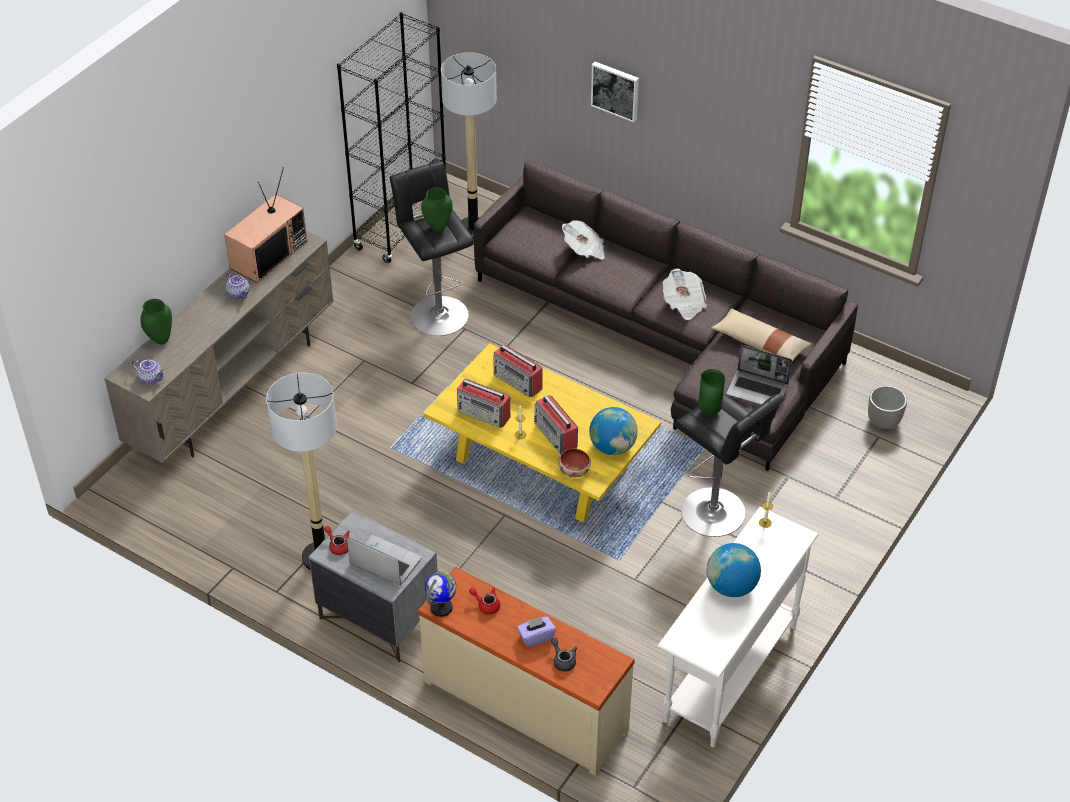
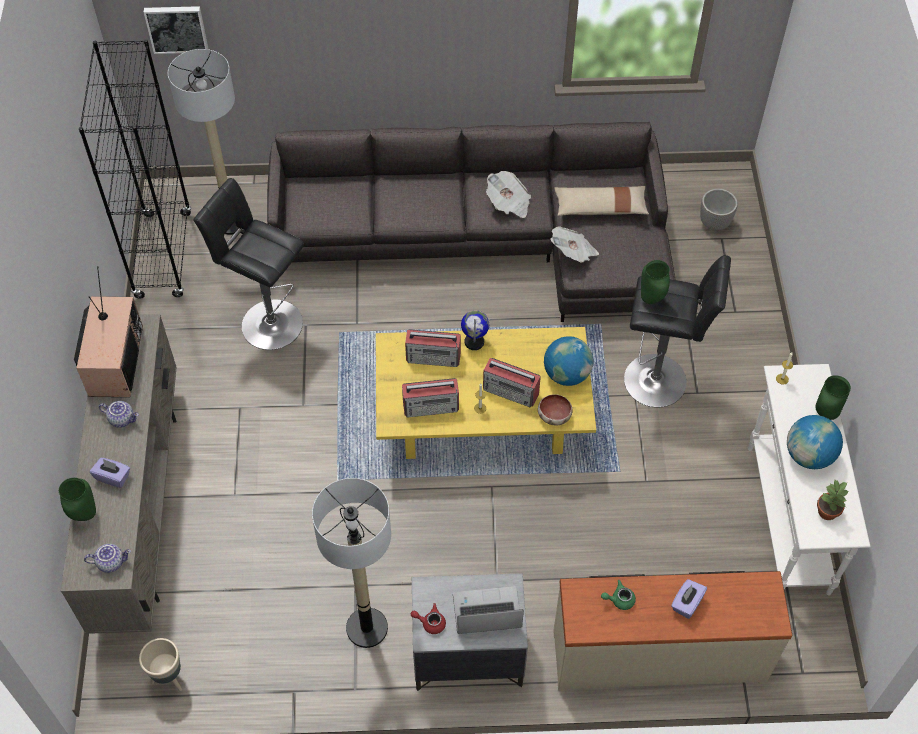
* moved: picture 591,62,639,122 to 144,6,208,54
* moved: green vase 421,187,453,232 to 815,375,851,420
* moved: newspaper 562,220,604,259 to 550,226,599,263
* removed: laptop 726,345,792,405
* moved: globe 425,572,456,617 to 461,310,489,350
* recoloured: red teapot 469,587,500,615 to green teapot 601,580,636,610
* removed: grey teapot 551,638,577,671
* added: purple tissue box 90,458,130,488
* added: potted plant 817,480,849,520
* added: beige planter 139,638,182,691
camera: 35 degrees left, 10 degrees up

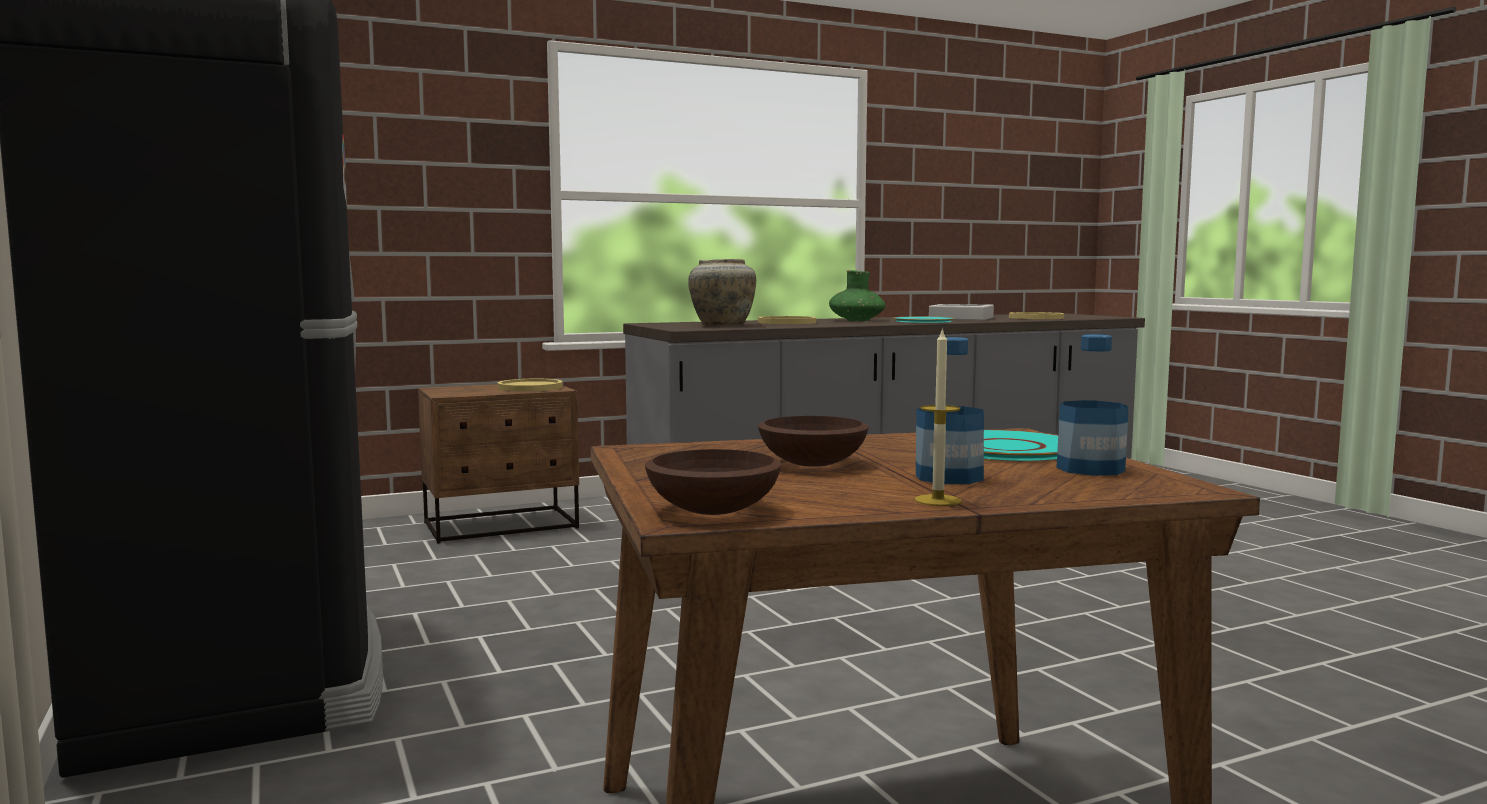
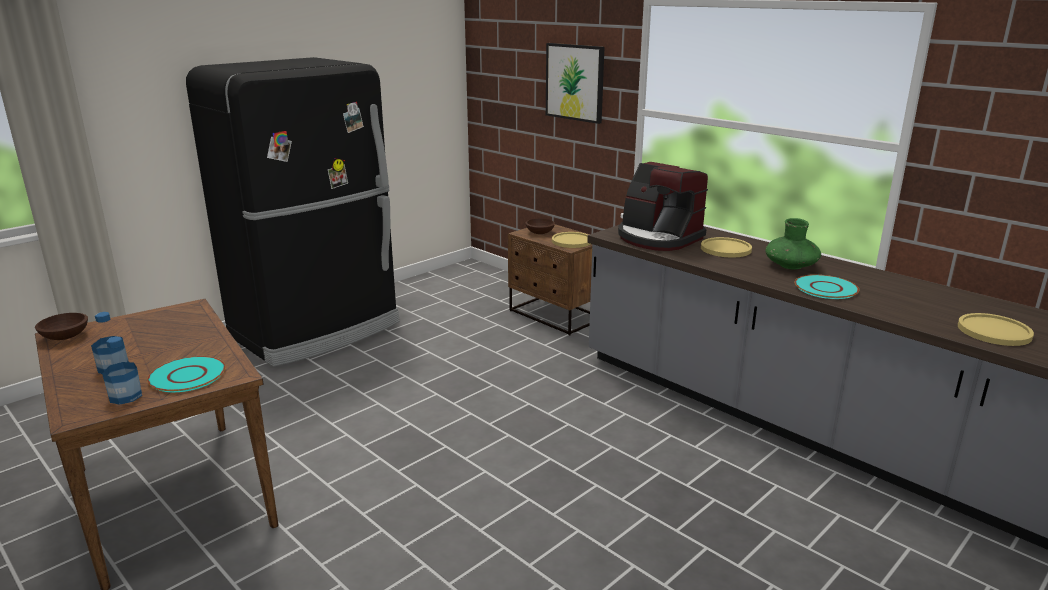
* replaced: beige vase 688,259,756,325 to coffee machine 618,162,708,251
* removed: grey tray 929,304,994,321
* removed: candle 915,327,961,506
* moved: brown bowl 758,416,869,467 to 526,219,555,234
* added: picture 546,43,605,124
camera: 70 degrees right, 15 degrees up

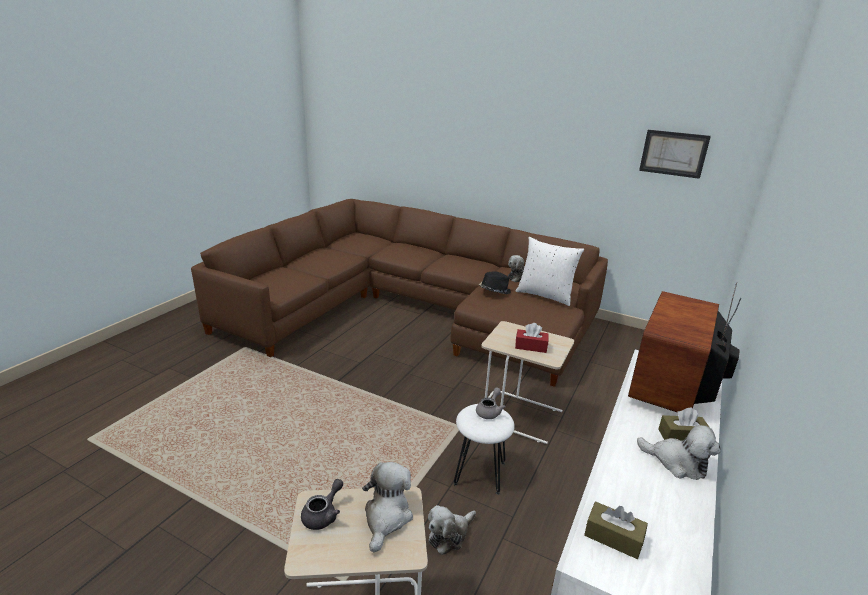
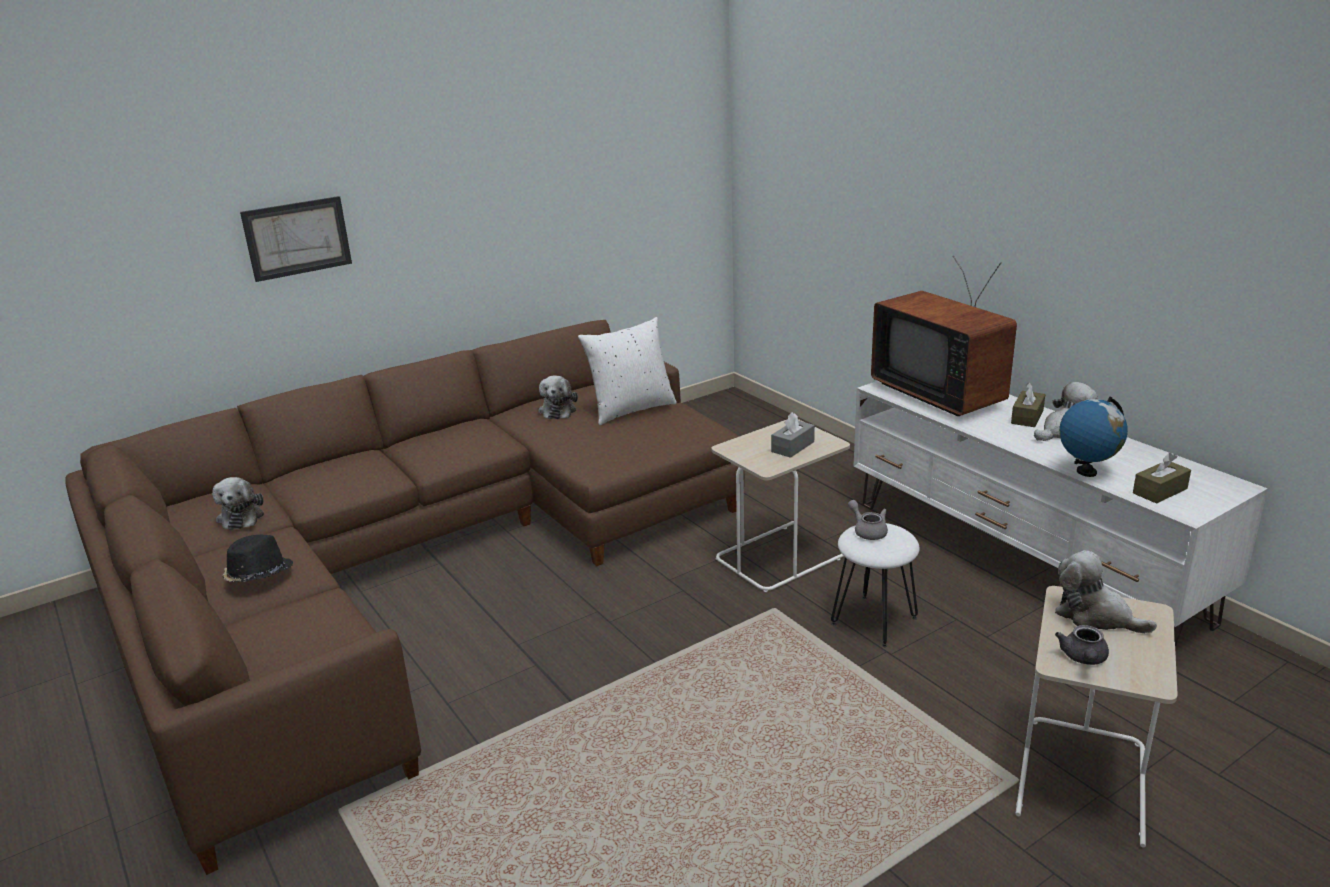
* moved: picture 639,130,711,179 to 240,196,352,282
* moved: black hat 479,271,511,294 to 222,534,293,582
* recoloured: red tissue box 515,323,549,353 to grey tissue box 771,412,815,458
* turned: grey teapot 301,479,343,530 = 1055,625,1109,665 135 degrees counterclockwise
* moved: plush toy 428,505,476,555 to 212,477,264,530
* added: globe 1059,396,1128,477
camera: 60 degrees left, 0 degrees up

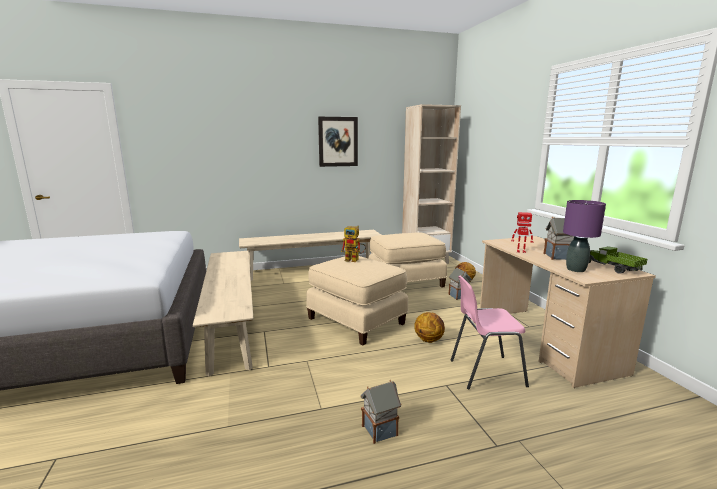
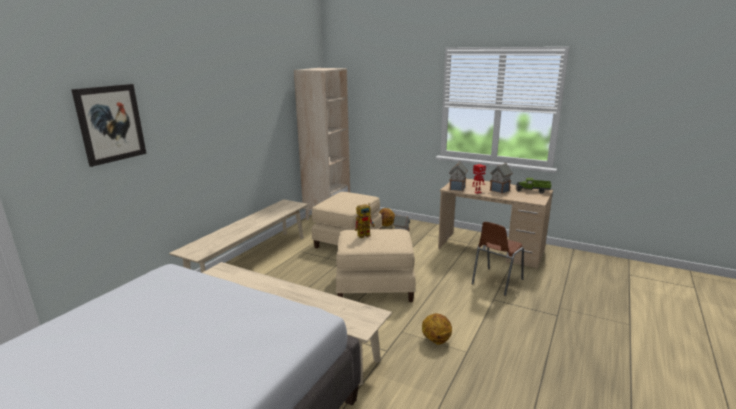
* moved: picture 318,117,358,167 to 71,84,146,167
* removed: purple table lamp 563,200,606,272
* recoloured: pink chair 451,276,529,390 to brown chair 472,222,524,296
* moved: basketball 414,312,445,343 to 422,313,452,345
* moved: toy house 360,380,402,444 to 449,161,468,192
camera: 45 degrees left, 5 degrees up

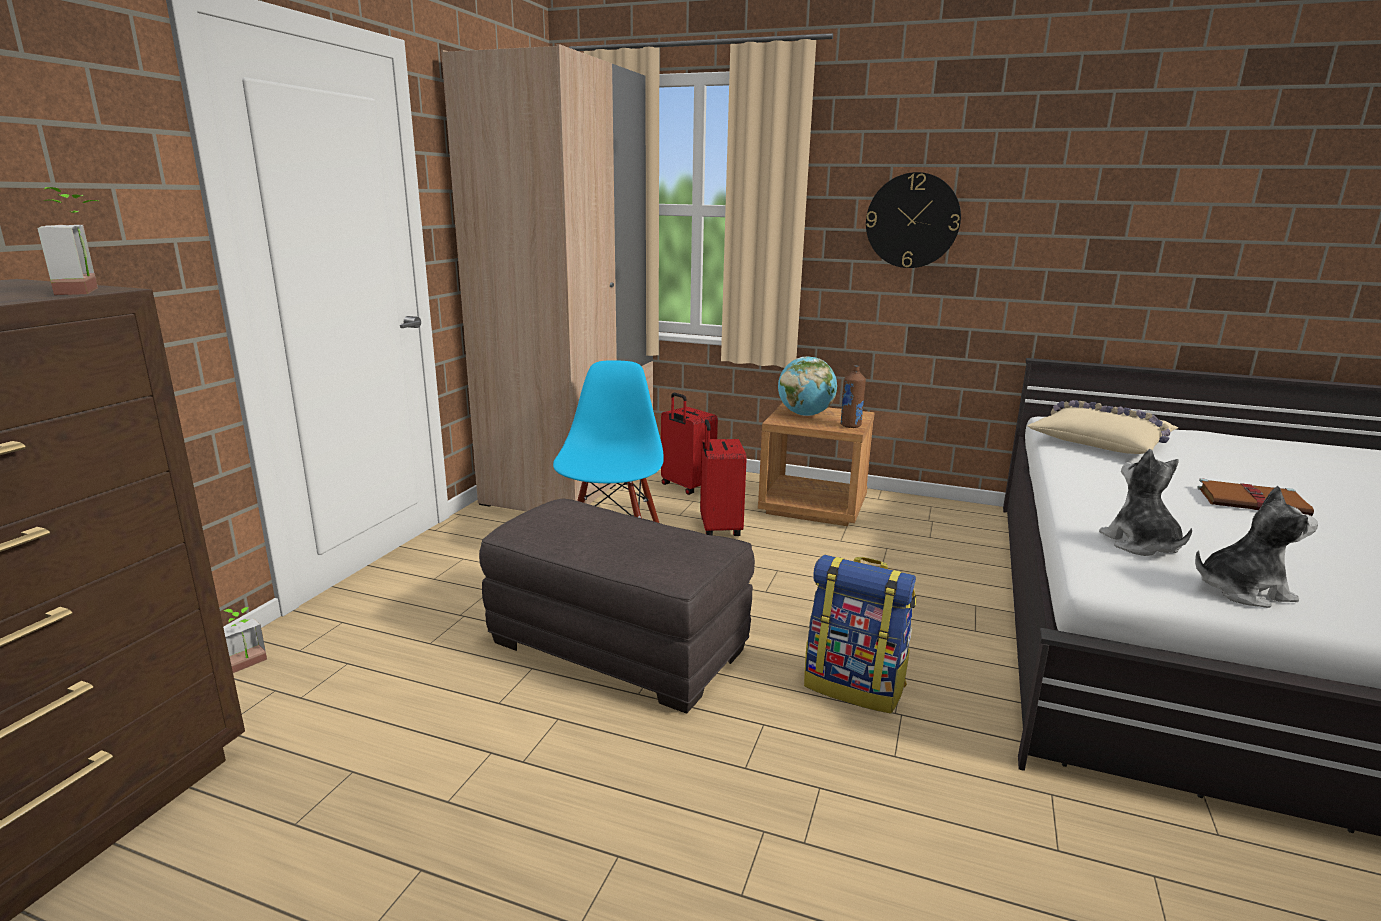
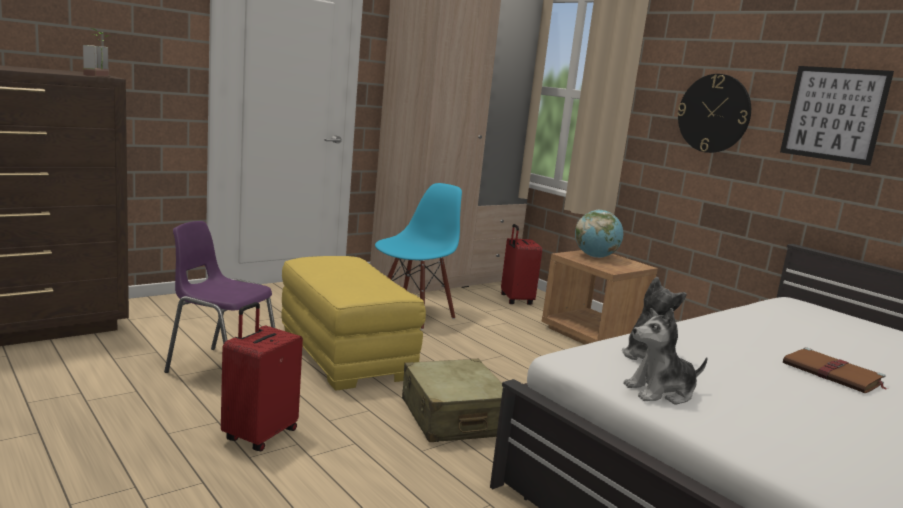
* removed: brown bottle 840,365,866,428
* removed: beige pillow 1027,400,1178,454
* moved: red suitcase 700,419,747,536 to 221,302,303,451
* turned: plush toy 1195,486,1318,608 = 623,308,708,404 135 degrees clockwise
* recoloured: grey ottoman 479,498,755,714 to yellow ottoman 281,256,426,391
* replaced: backpack 804,555,916,714 to beige suitcase 402,359,503,442
* removed: potted plant 224,607,267,673
* added: picture 780,66,894,166
* added: purple chair 164,221,275,373
camera: 30 degrees right, 5 degrees down

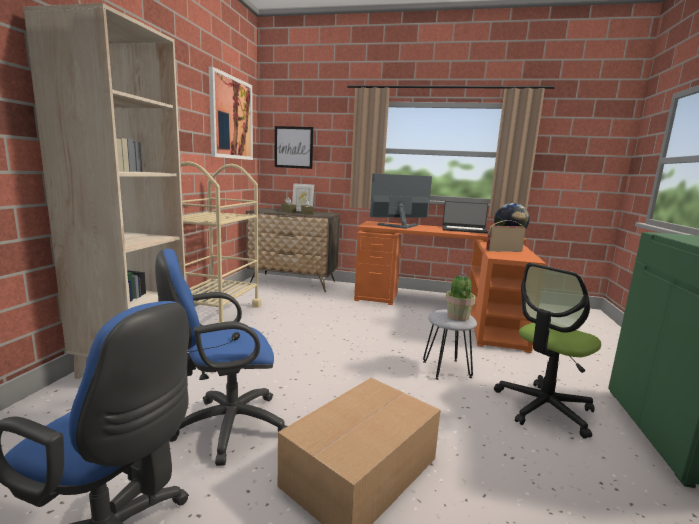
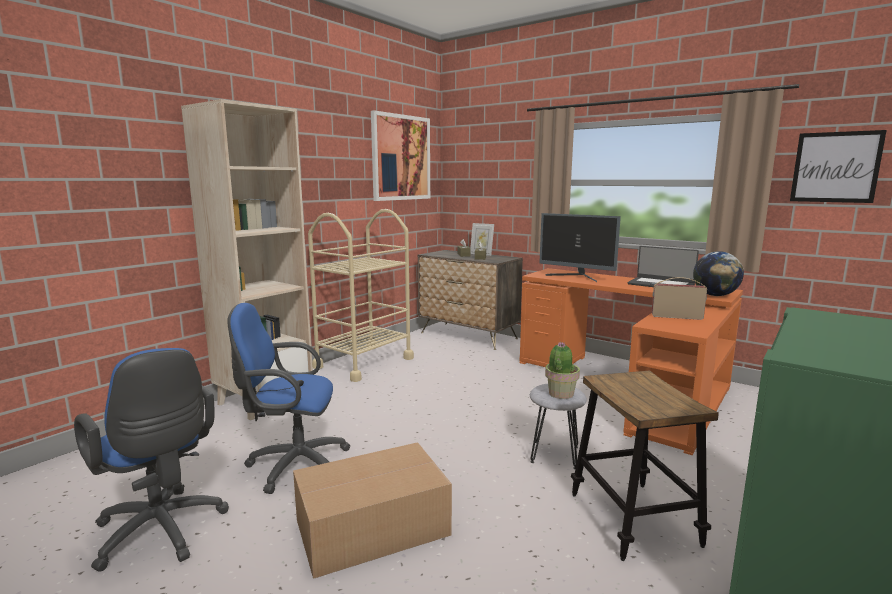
* moved: picture 275,126,313,169 to 790,130,887,203
* turned: monitor 370,174,432,229 = 540,213,621,282 150 degrees counterclockwise
* replaced: office chair 494,263,601,439 to stool 571,370,719,561
camera: 25 degrees right, 0 degrees up

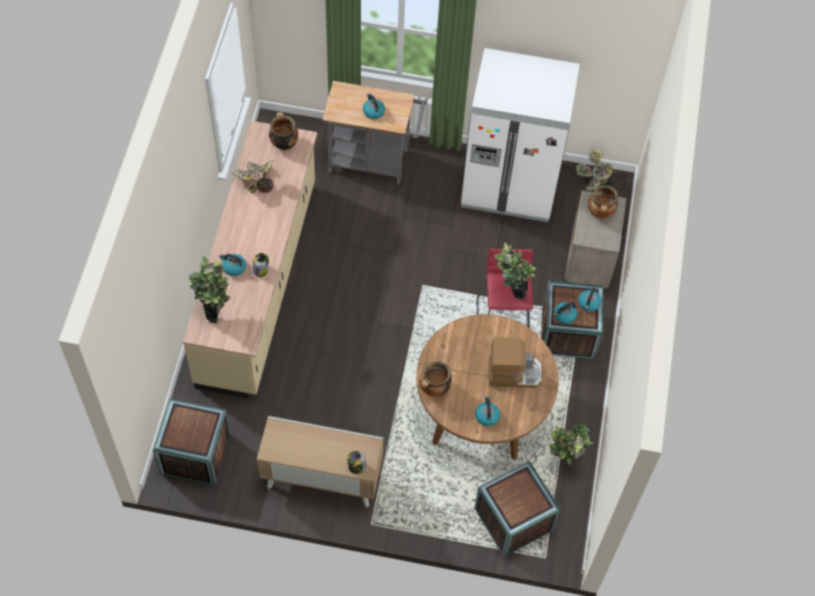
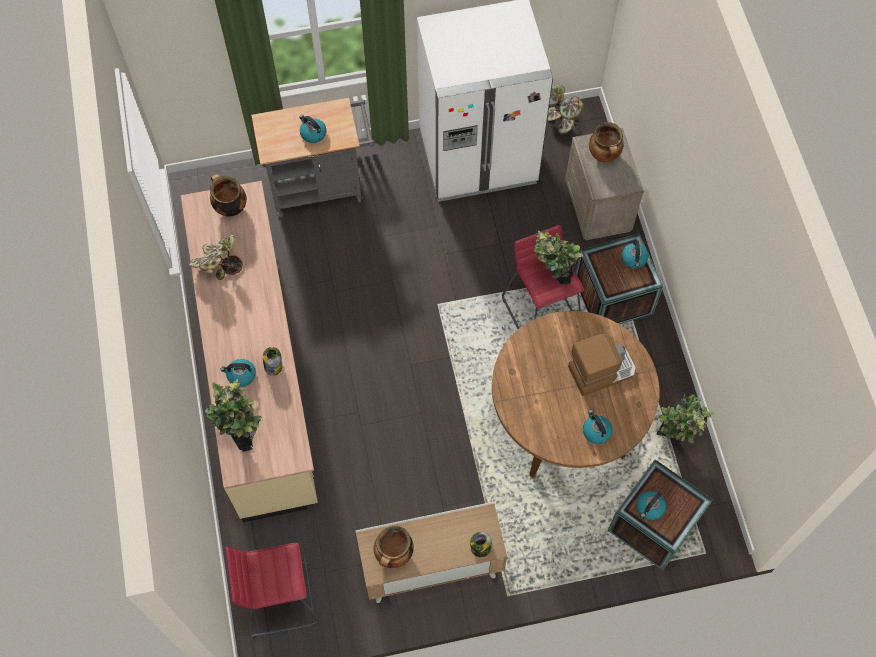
* moved: kettle 553,302,577,324 to 637,491,666,520
* moved: cooking pot 419,362,452,397 to 374,526,414,568
* replaced: crate 153,399,231,486 to red stool 225,543,320,637
camera: 20 degrees left, 5 degrees up

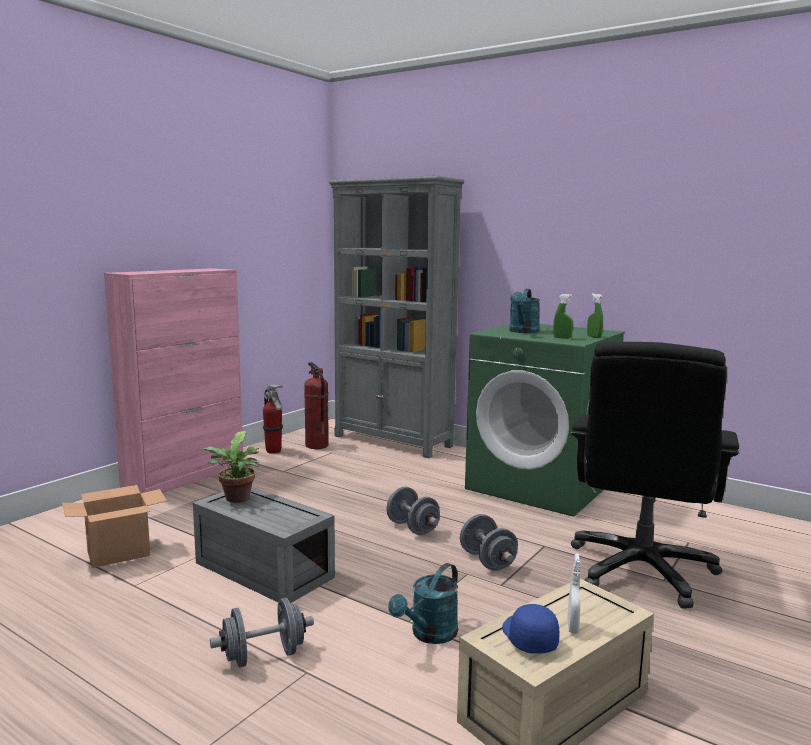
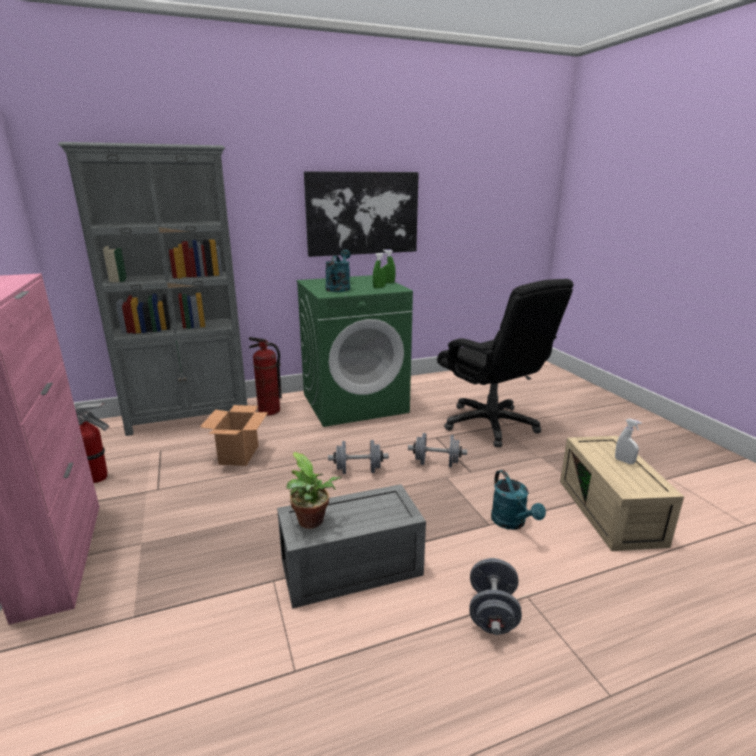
* turned: turquoise watering can 509,289,540,333 = 325,249,351,292 135 degrees counterclockwise
* moved: fire extinguisher 304,362,329,449 to 249,337,282,416
* moved: cardboard box 62,485,167,568 to 200,405,268,466
* removed: blue cap 502,604,559,654
* added: picture 304,171,419,257
camera: 55 degrees left, 10 degrees up

